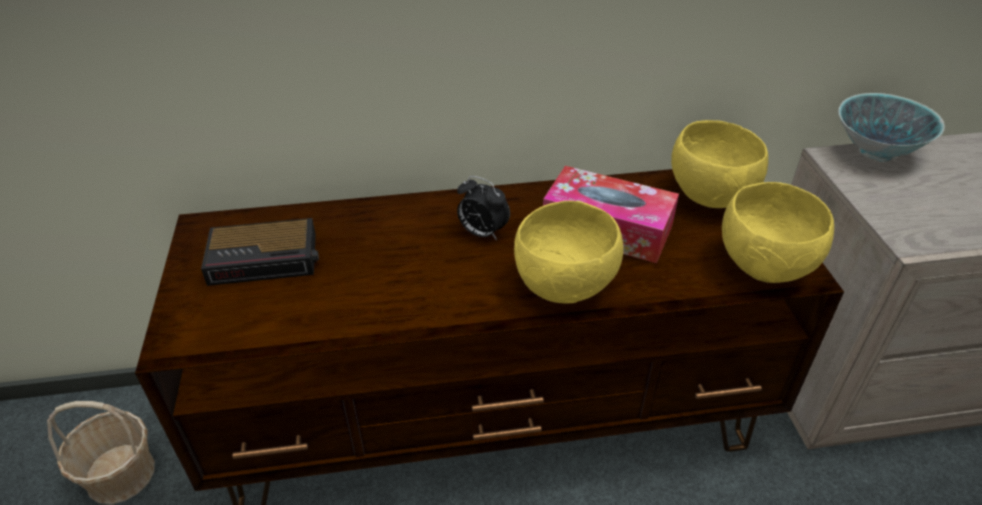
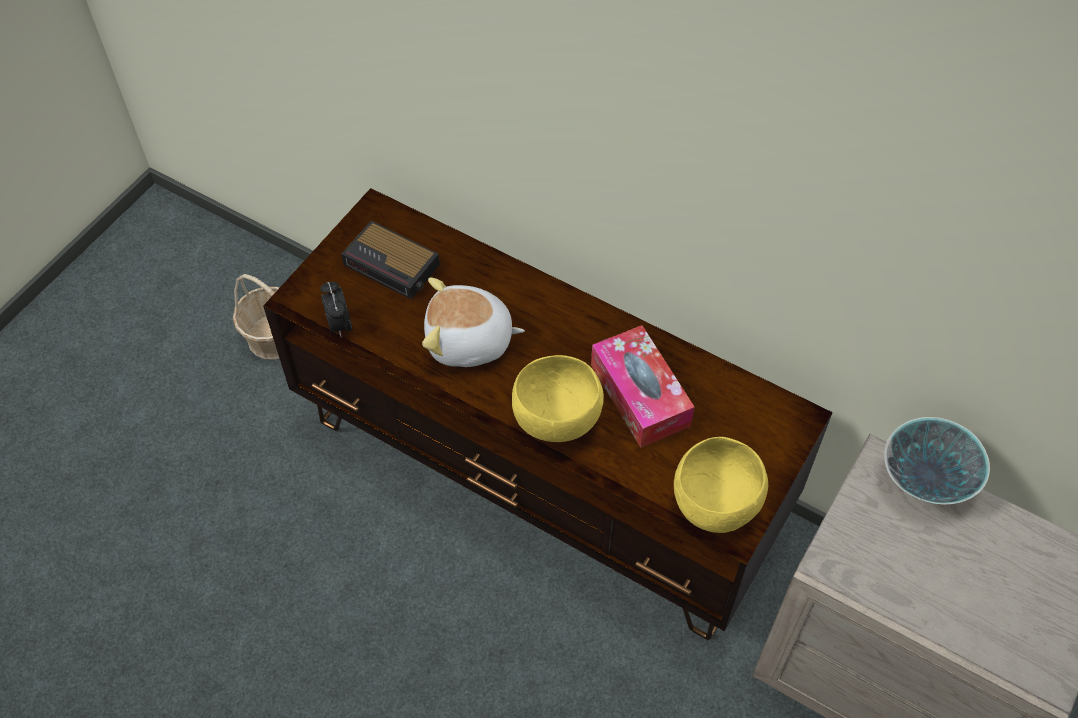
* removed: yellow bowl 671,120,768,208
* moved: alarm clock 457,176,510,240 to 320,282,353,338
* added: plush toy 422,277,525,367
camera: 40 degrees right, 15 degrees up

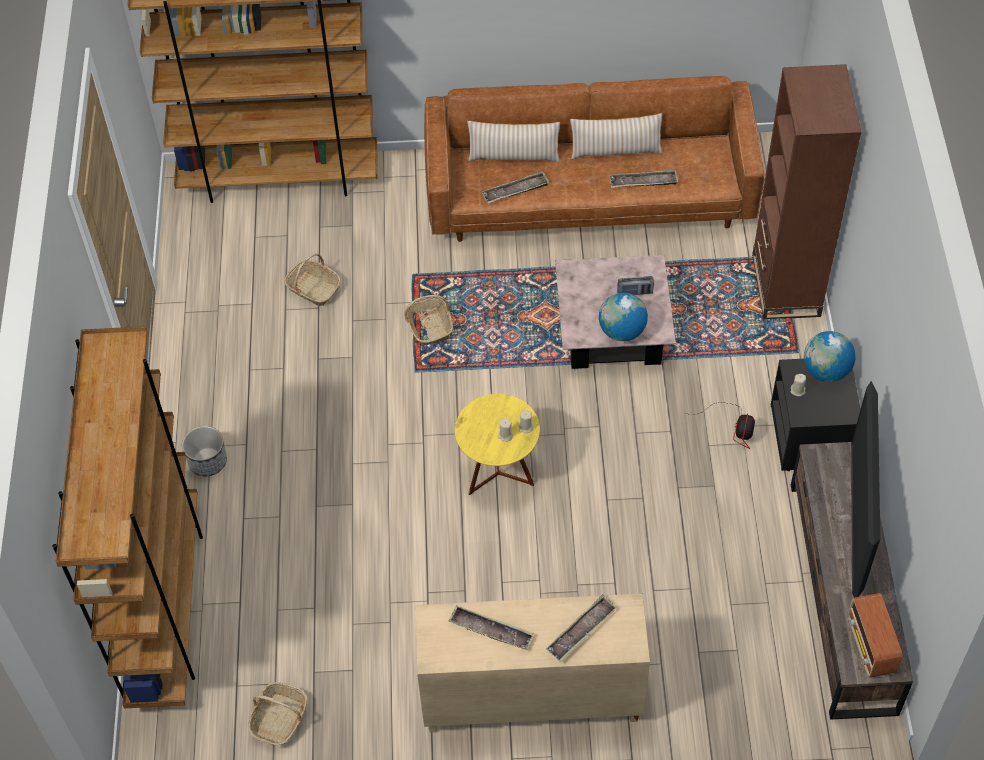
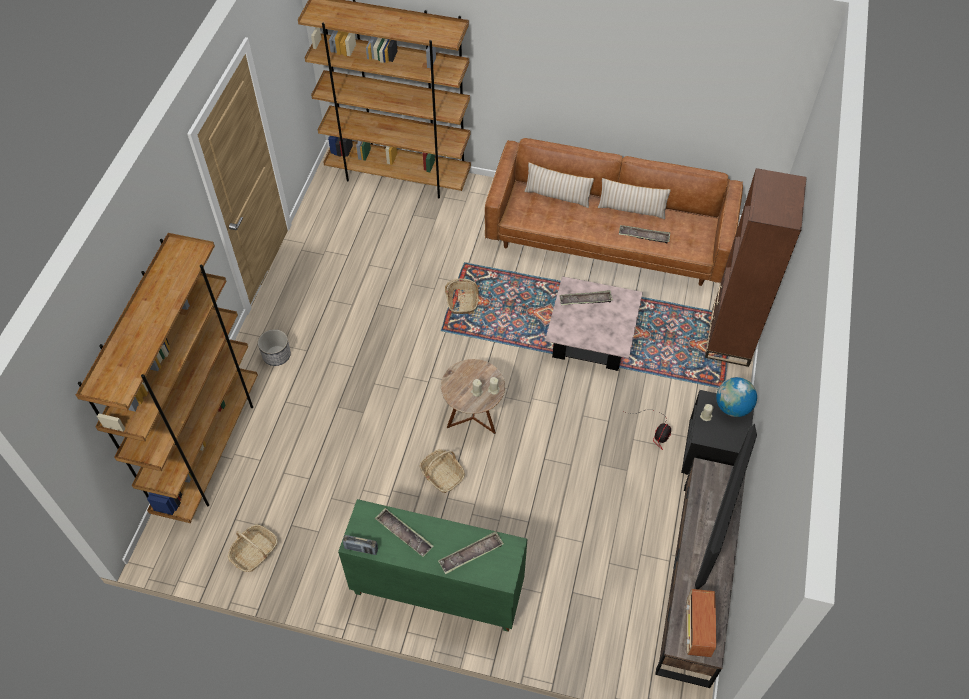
* moved: tray 482,170,549,204 to 559,290,613,305
* moved: basket 284,253,341,306 to 420,449,465,493
* moved: radio 617,276,654,295 to 343,535,378,555
* removed: globe 599,292,648,341
* recoloured: yellow side table 455,394,540,495 to brown side table 441,359,505,434
* recoloured: beige cabinet 416,593,650,733 to green cabinet 338,499,527,632
camera: 15 degrees right, 0 degrees up

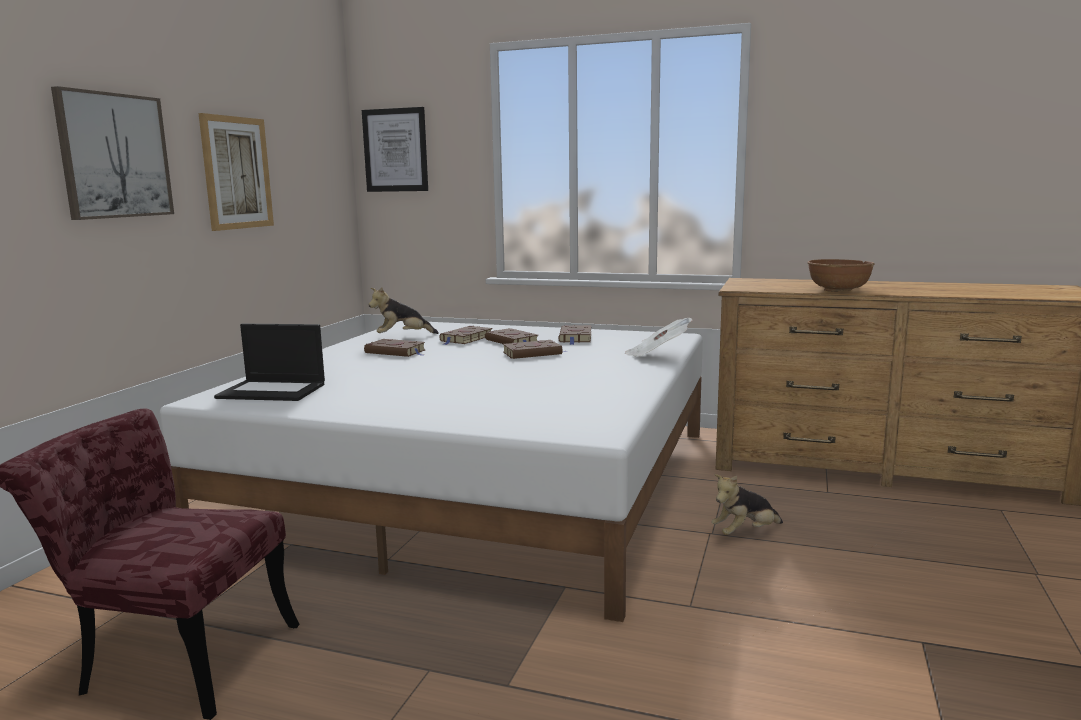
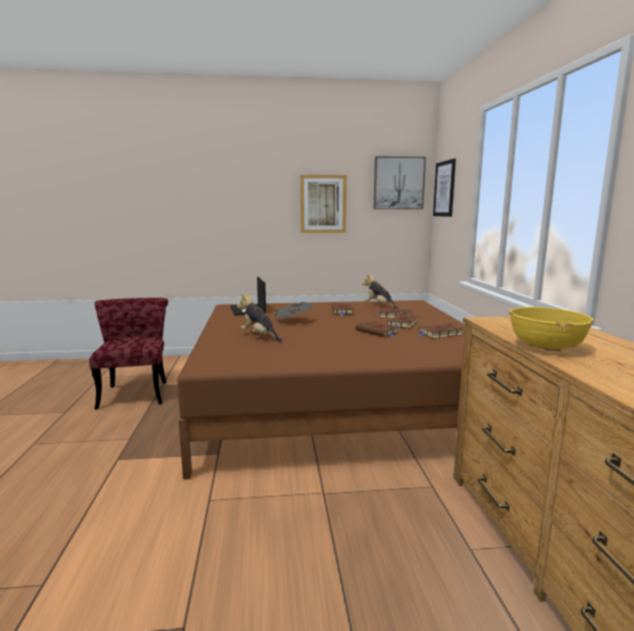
* moved: picture 51,86,174,220 to 374,156,426,209
* recoloured: brown bowl 807,259,875,292 to yellow bowl 509,307,594,351
* moved: newspaper 625,318,693,357 to 274,302,312,318
* recoloured: white bed 159,321,703,622 to brown bed 177,300,465,480
* moved: plush toy 711,474,783,535 to 237,293,282,342
camera: 65 degrees right, 0 degrees up

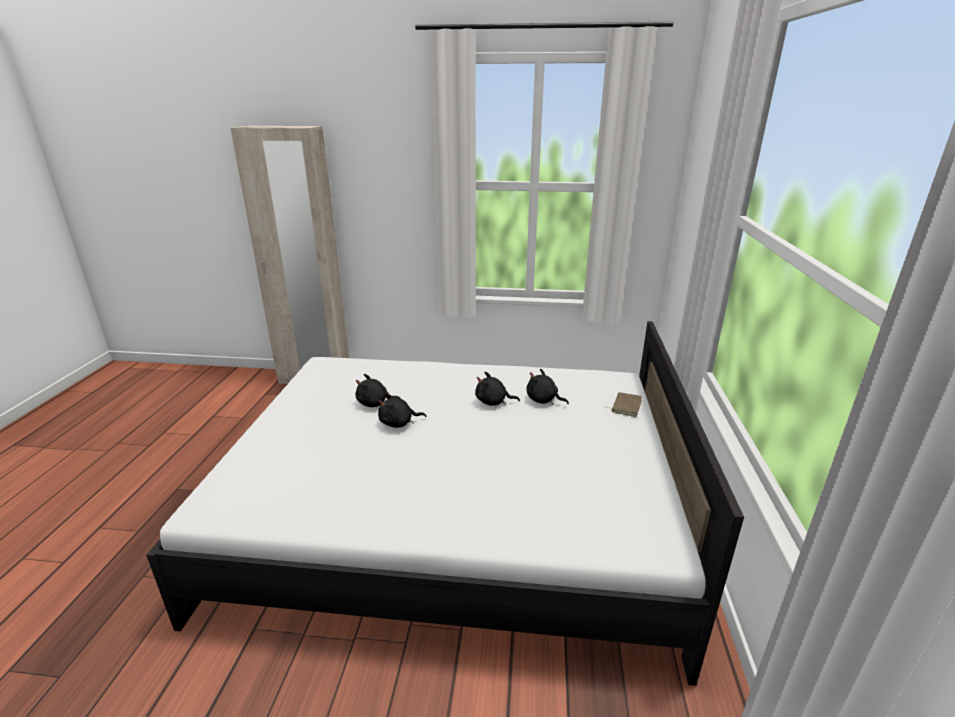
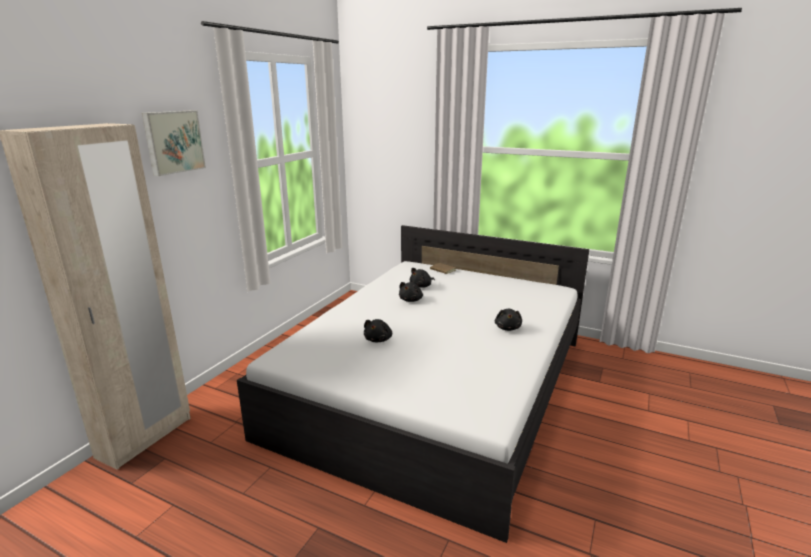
* moved: black plush toy 378,393,426,428 to 495,309,522,331
* added: picture 142,110,206,176
camera: 70 degrees left, 5 degrees down

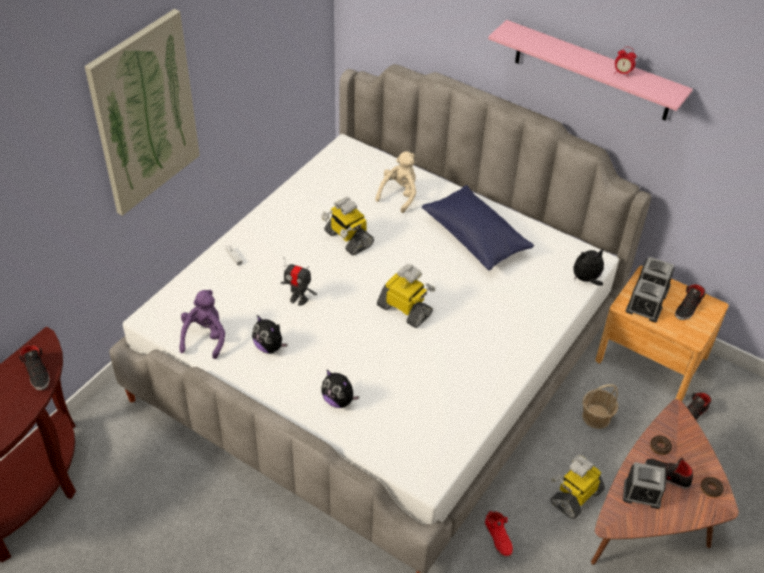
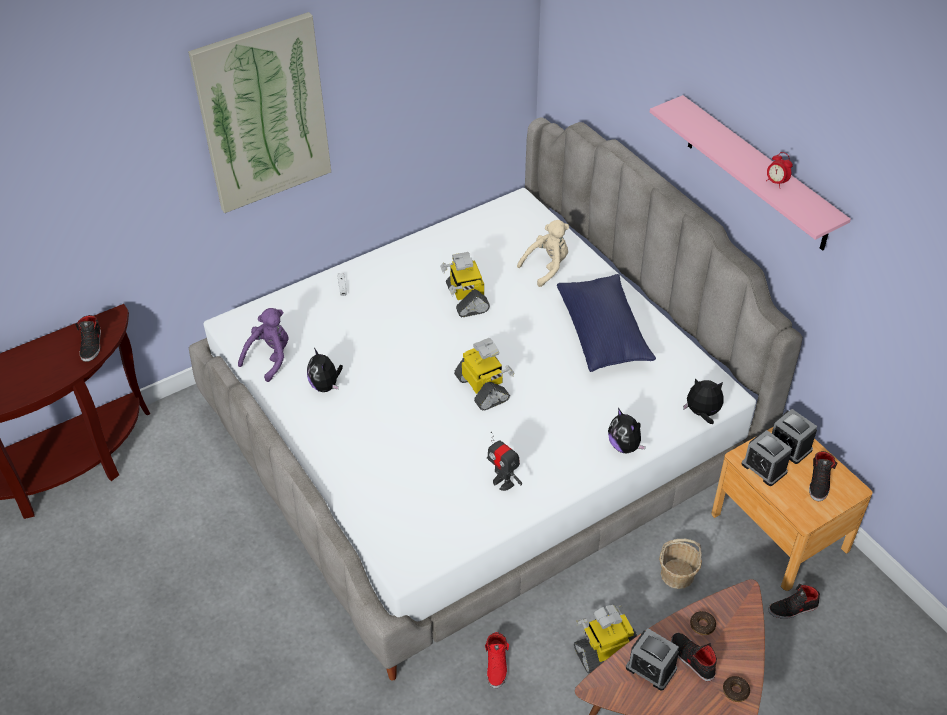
* moved: toy robot 280,258,317,306 to 487,432,522,491
* turned: black shoe 675,284,705,320 = 809,451,838,501 45 degrees counterclockwise
* moved: plush toy 321,369,359,408 to 608,408,646,454
camera: 25 degrees right, 0 degrees up

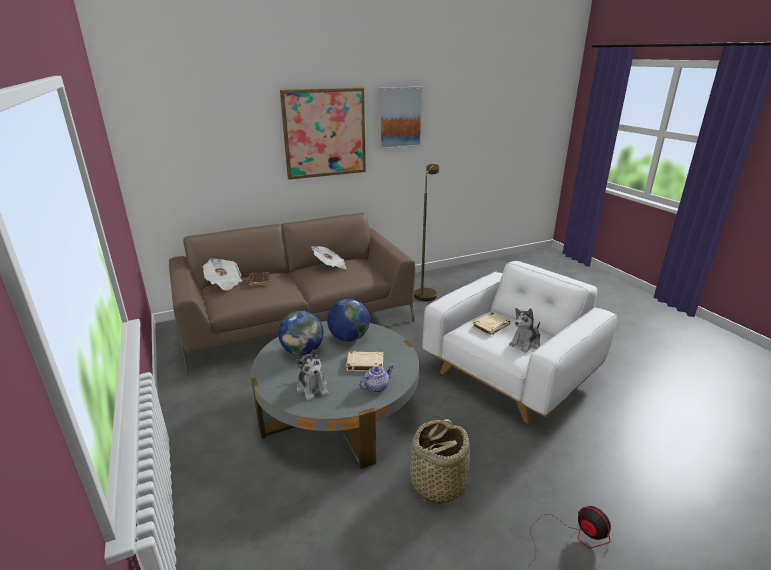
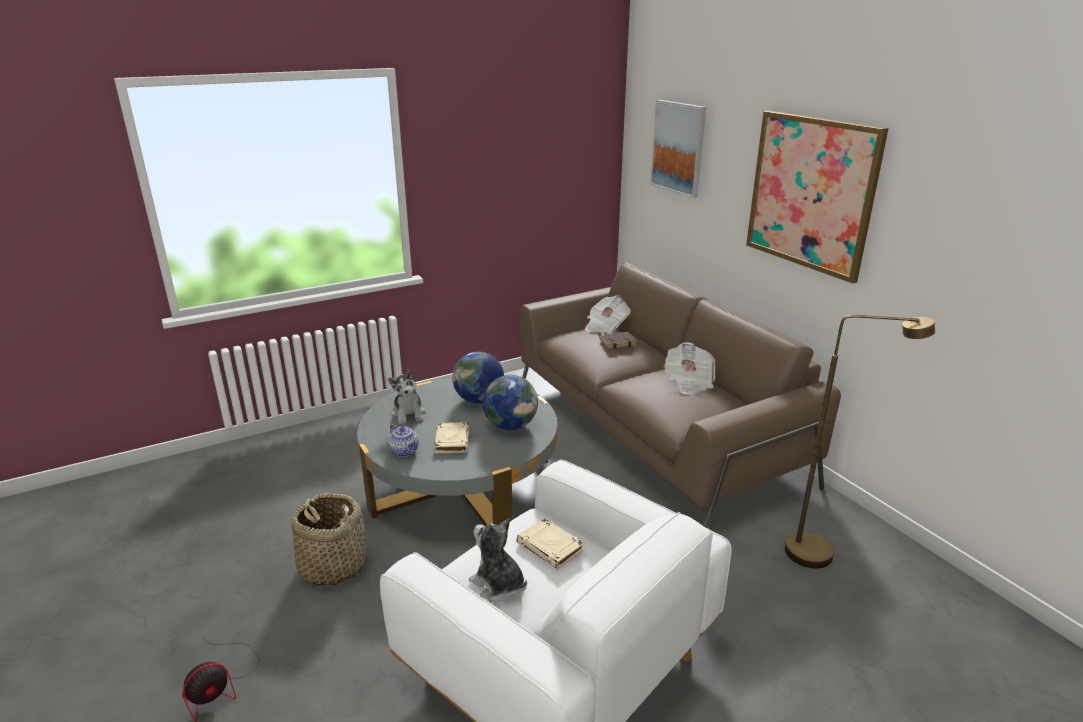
* moved: picture 378,87,423,149 to 650,100,706,198
* turned: plush toy 296,349,329,401 = 388,369,425,424 75 degrees counterclockwise
camera: 85 degrees right, 0 degrees up

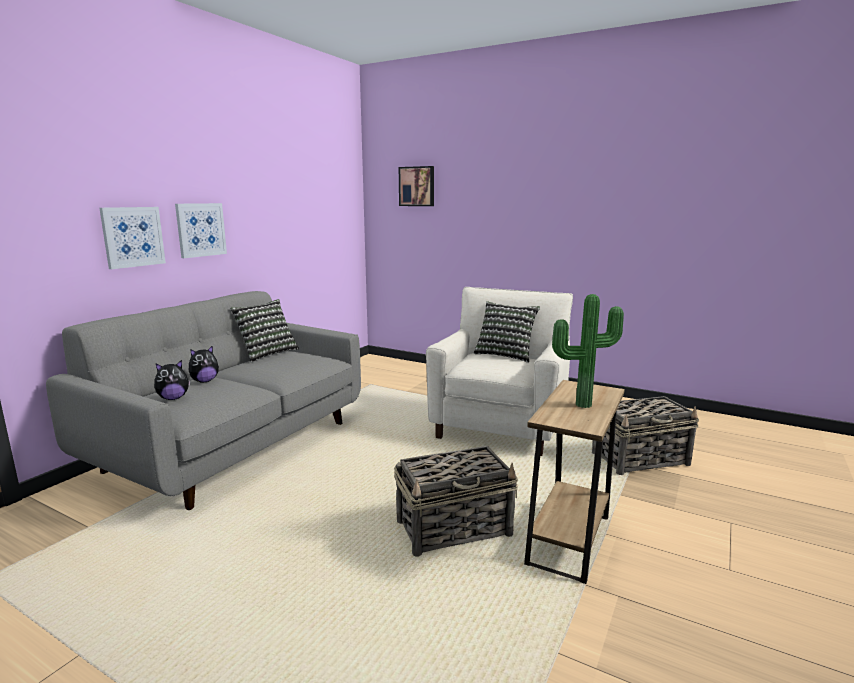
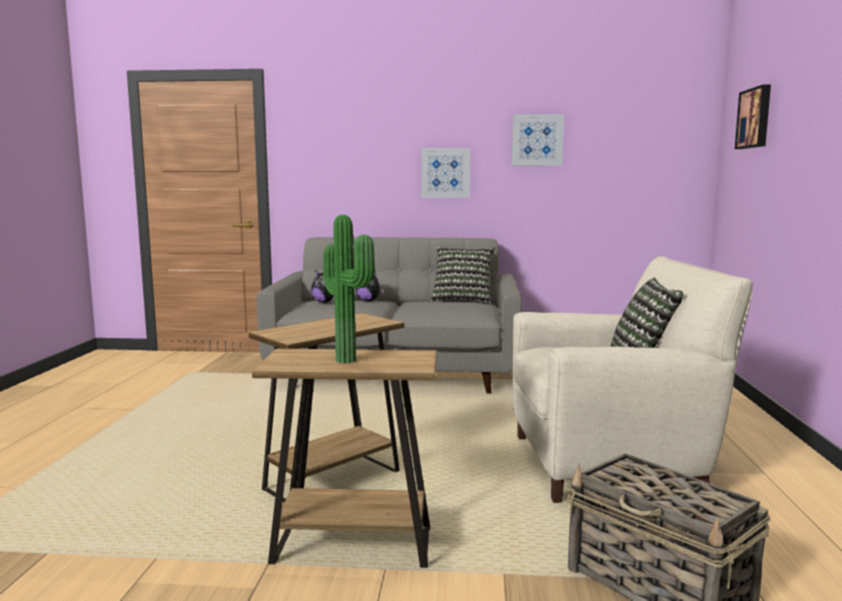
* moved: picture 99,207,166,269 to 512,114,564,166
* replaced: basket 394,446,518,557 to brown side table 248,313,404,503
camera: 65 degrees right, 5 degrees down

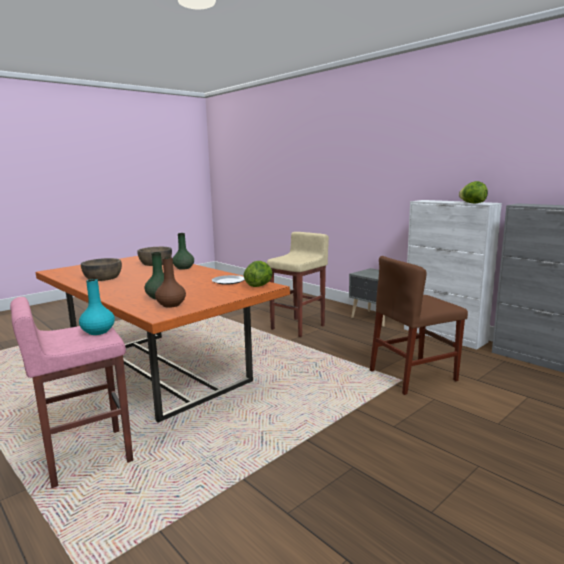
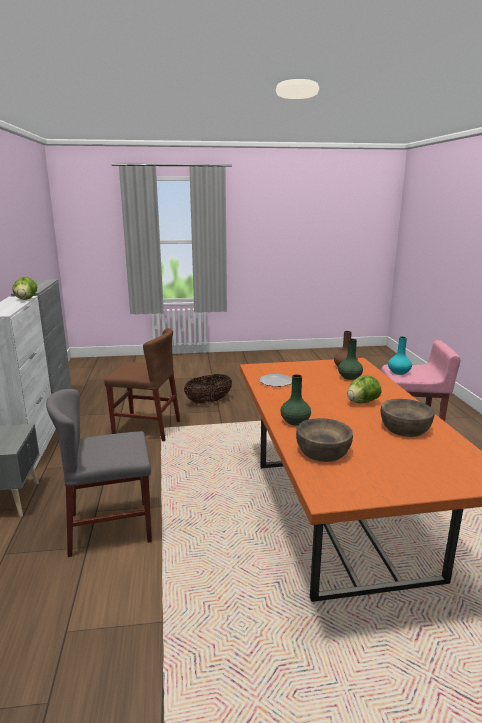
* replaced: beige stool 267,232,329,337 to grey chair 46,389,152,557
* moved: lettuce 244,261,273,287 to 347,375,382,403
* added: basket 184,374,232,403
camera: 145 degrees left, 5 degrees up

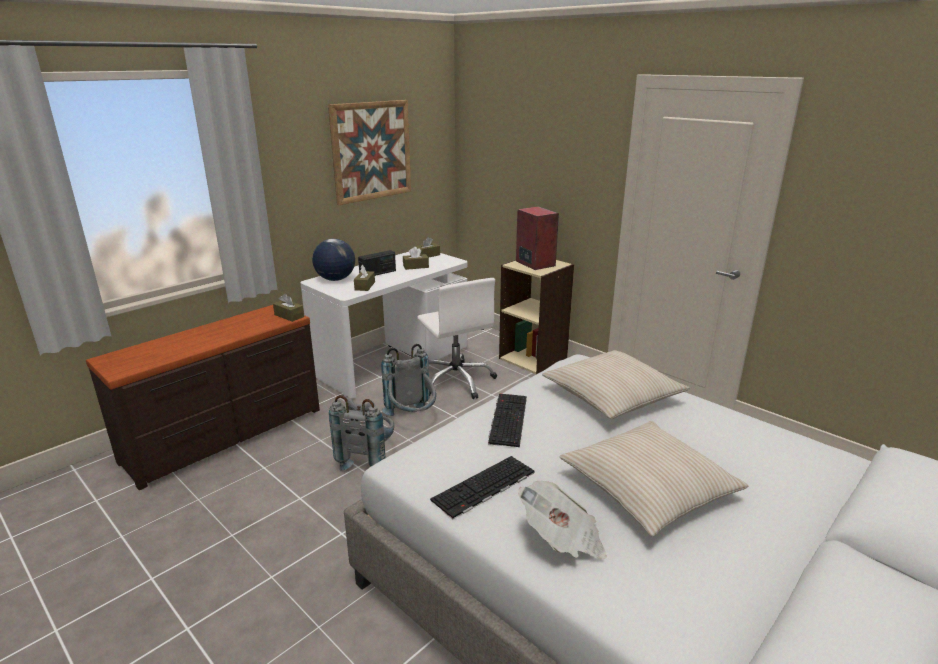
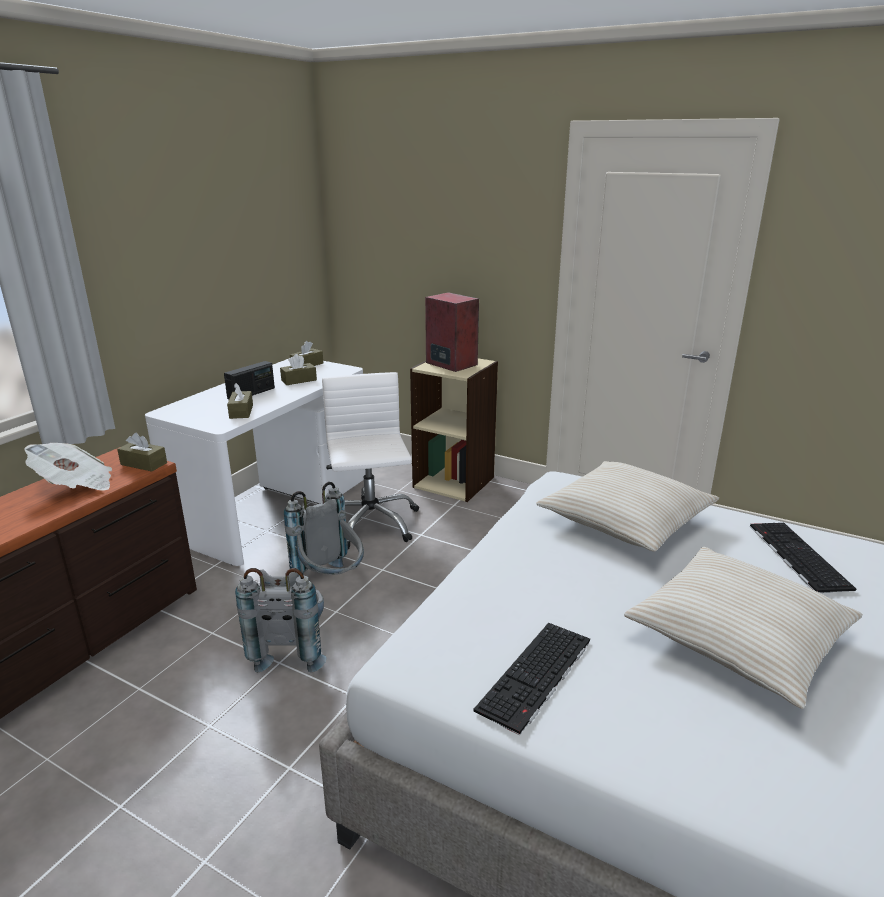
* removed: picture 328,100,411,205
* removed: globe 312,239,355,281
* turned: white office chair 417,278,497,399 = 322,372,419,549 150 degrees counterclockwise
* moved: keyboard 488,393,527,447 to 750,523,856,593
* moved: newspaper 518,481,607,559 to 24,443,112,490
camera: 15 degrees left, 0 degrees up

